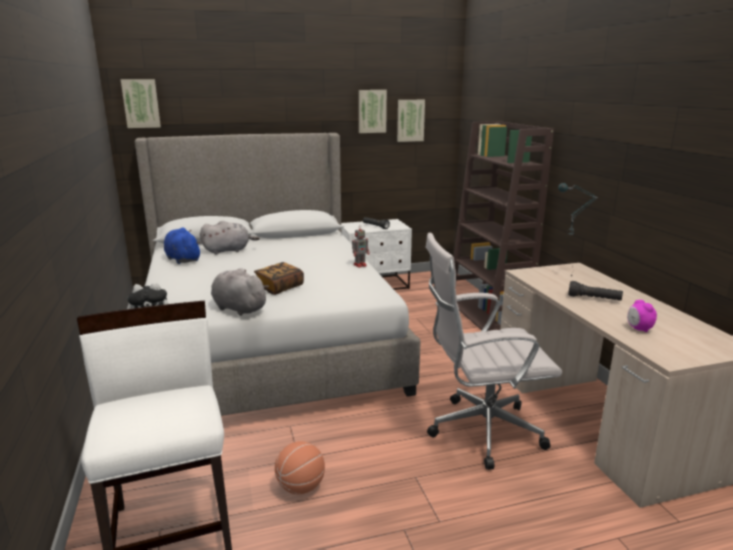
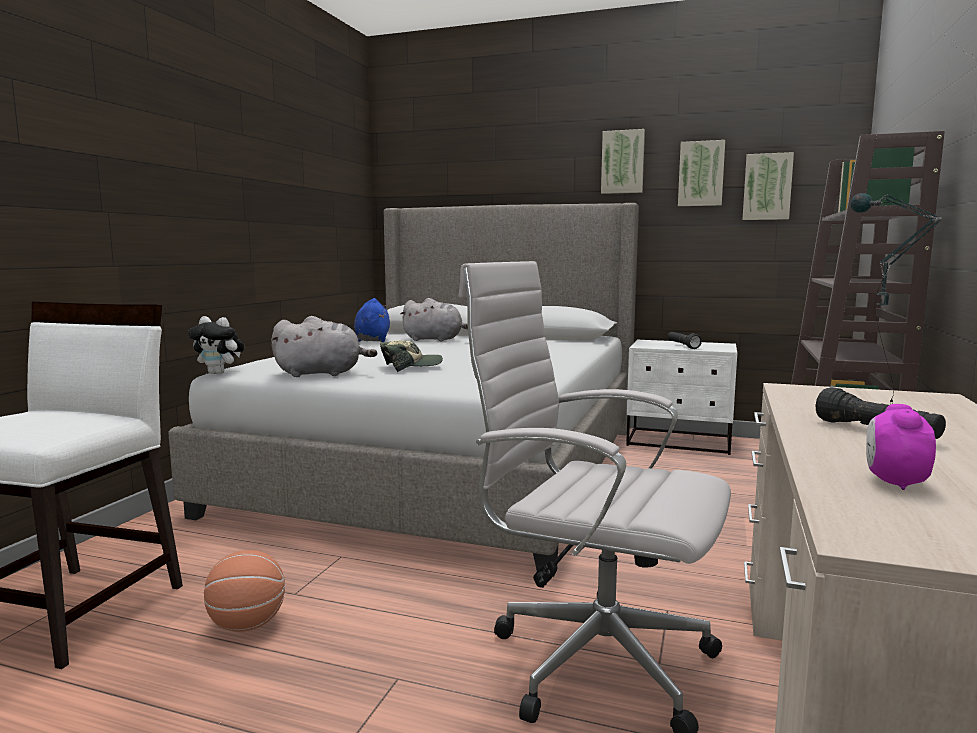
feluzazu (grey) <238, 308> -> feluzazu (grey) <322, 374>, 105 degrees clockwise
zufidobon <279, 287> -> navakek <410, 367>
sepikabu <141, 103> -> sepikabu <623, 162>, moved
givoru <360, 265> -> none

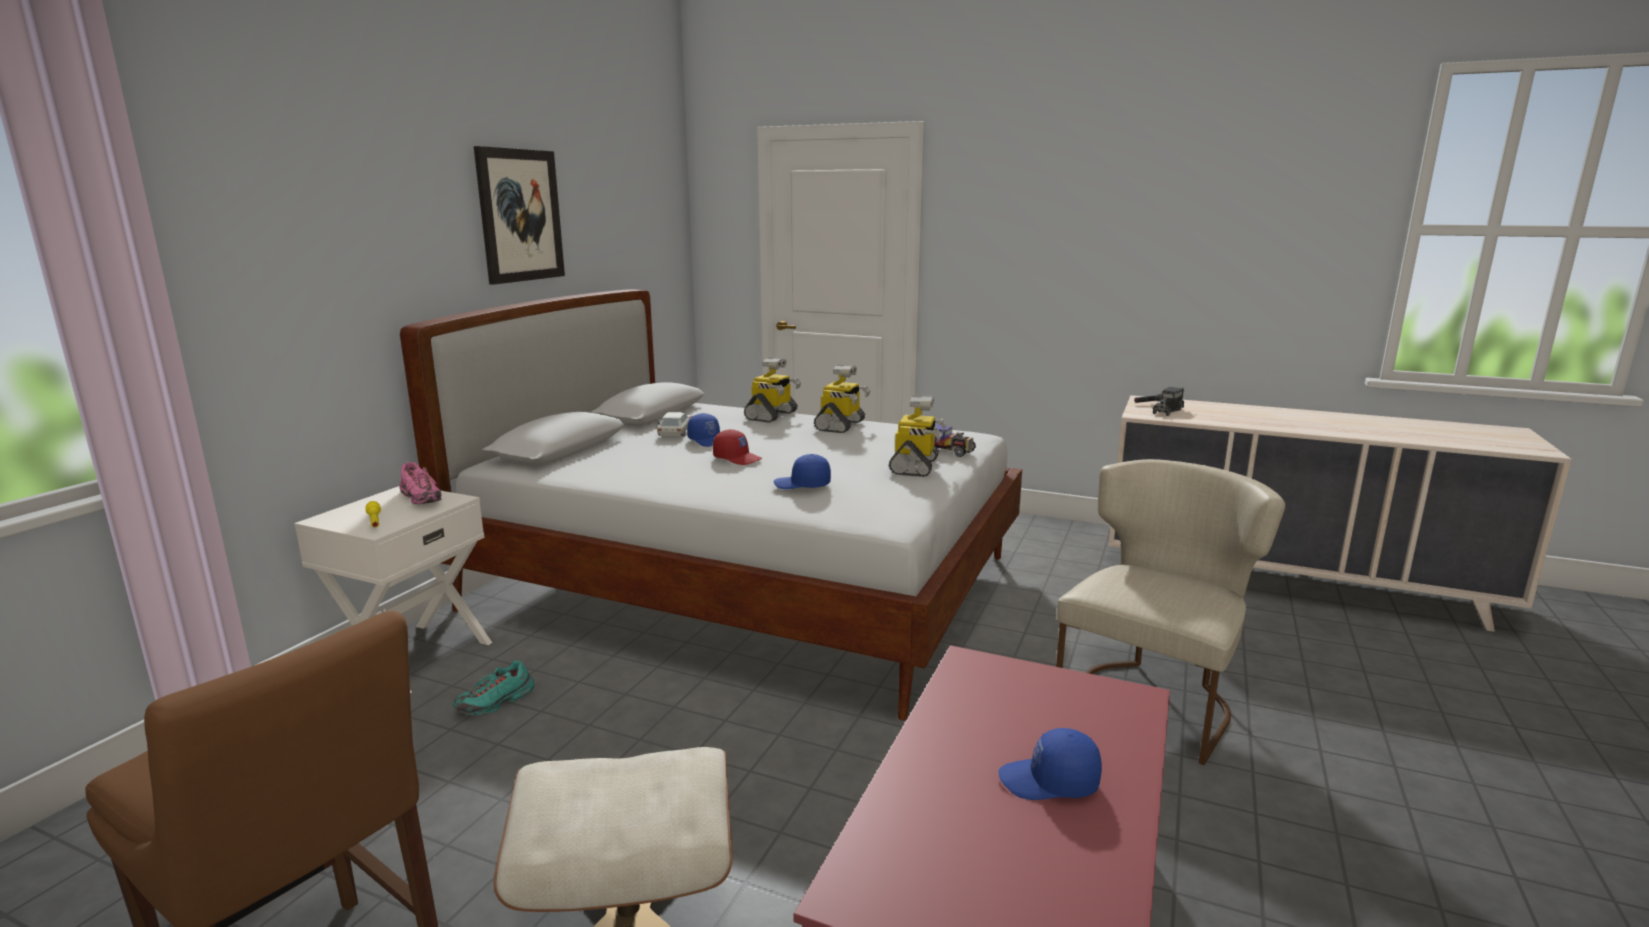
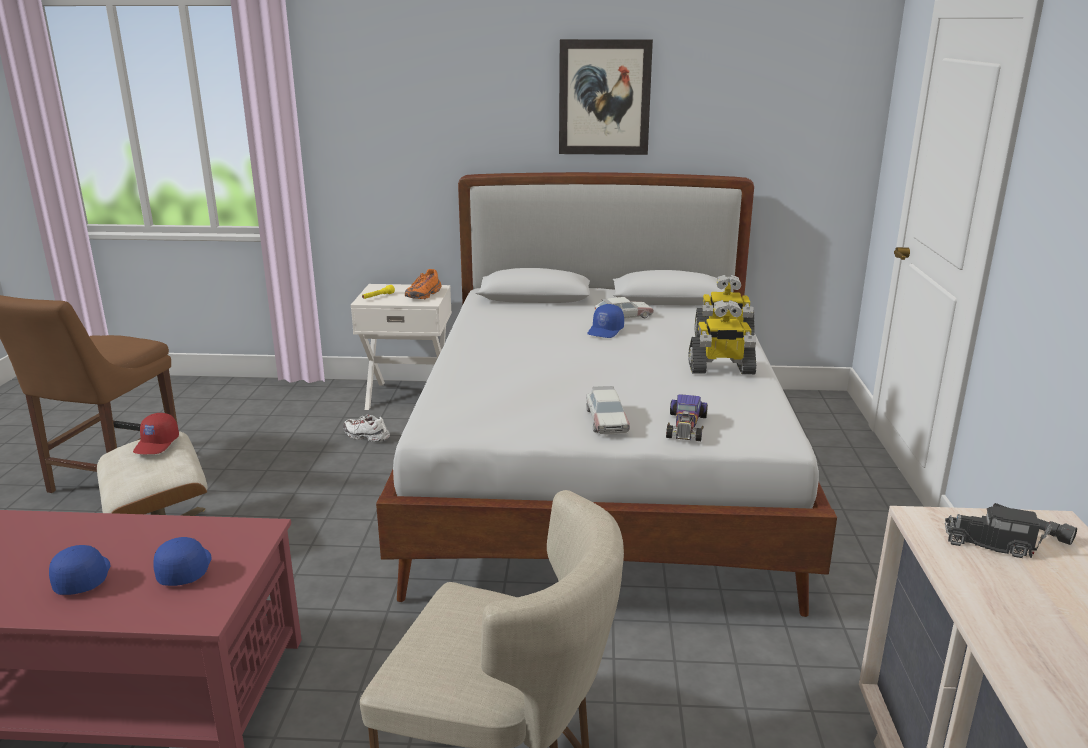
navakek (red) <738, 458> -> navakek (red) <157, 444>, moved
navakek (blue) <802, 485> -> navakek (blue) <184, 569>, moved
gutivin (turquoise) <496, 702> -> gutivin (white) <366, 436>
gutivin (pink) <421, 499> -> gutivin (orange) <423, 295>
givoru <915, 466> -> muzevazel <606, 420>

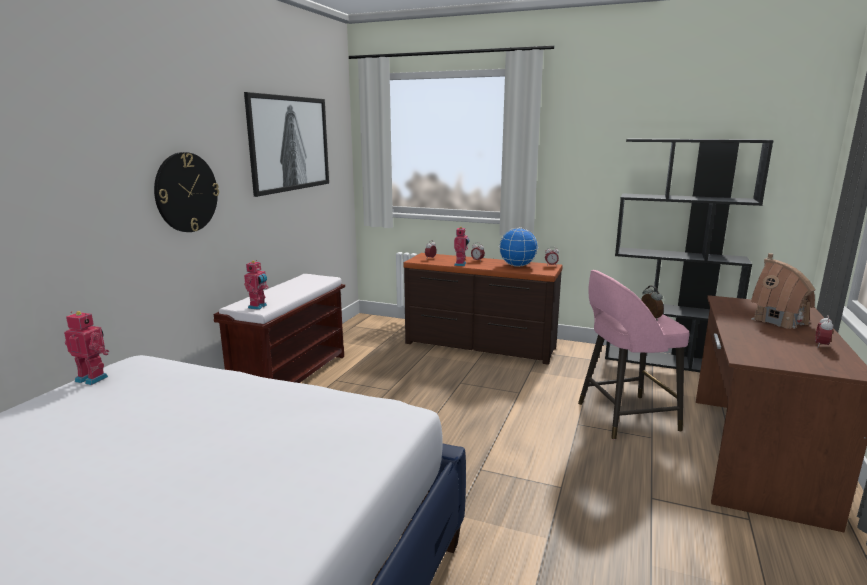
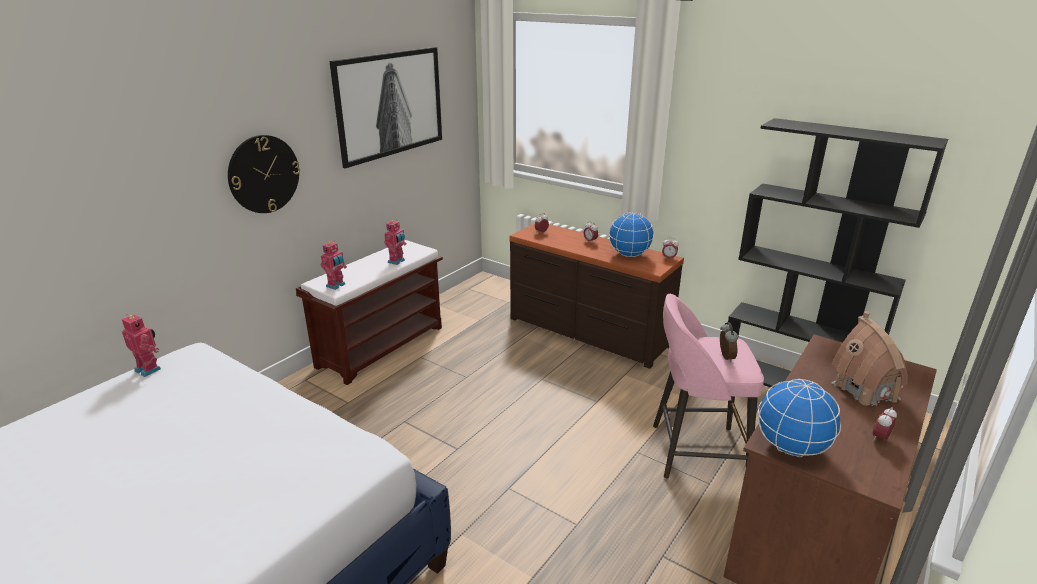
givoru <461, 264> -> givoru <397, 261>, moved
none -> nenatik <791, 448>

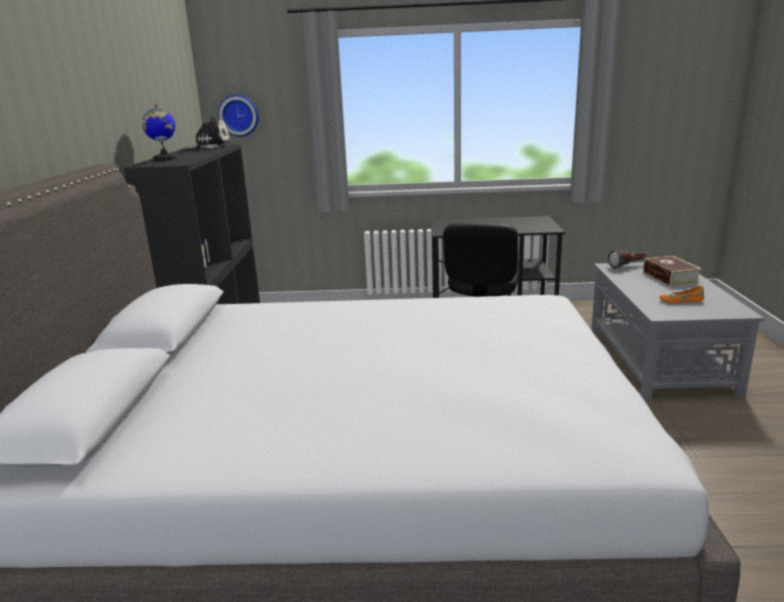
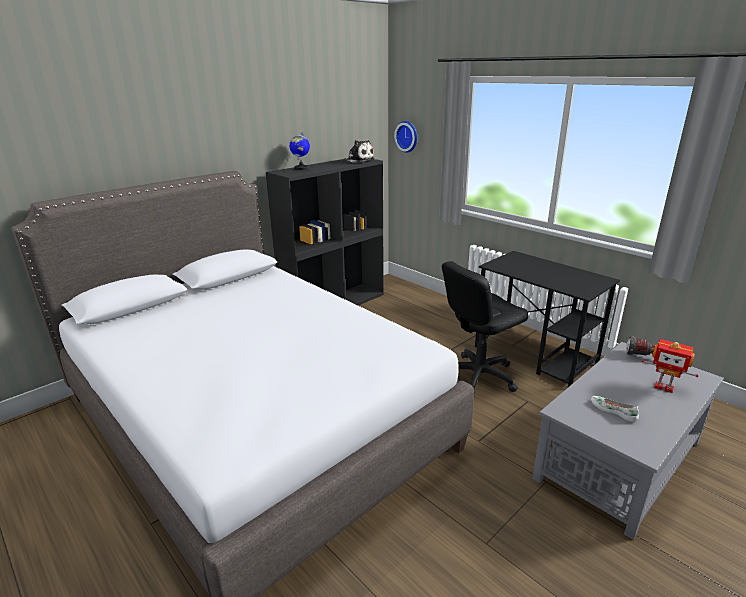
gutivin (orange) <680, 300> -> gutivin (white) <613, 410>
zufidobon <670, 277> -> givoru <663, 387>

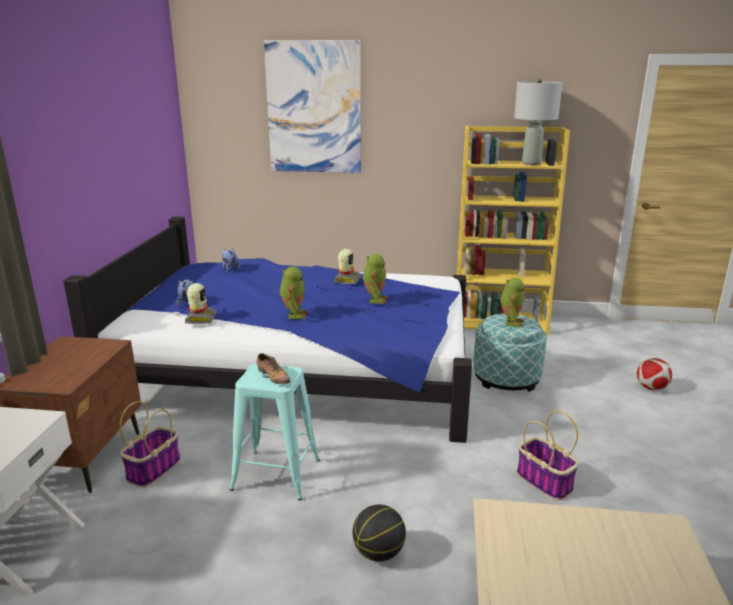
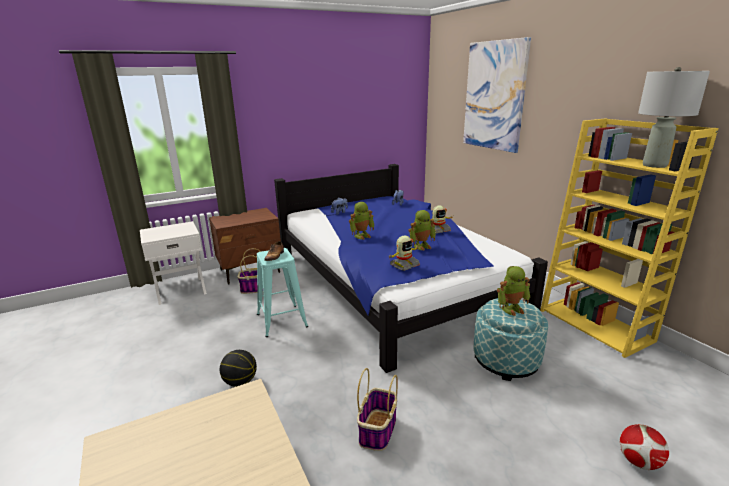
givoru <200, 319> -> givoru <404, 265>, moved

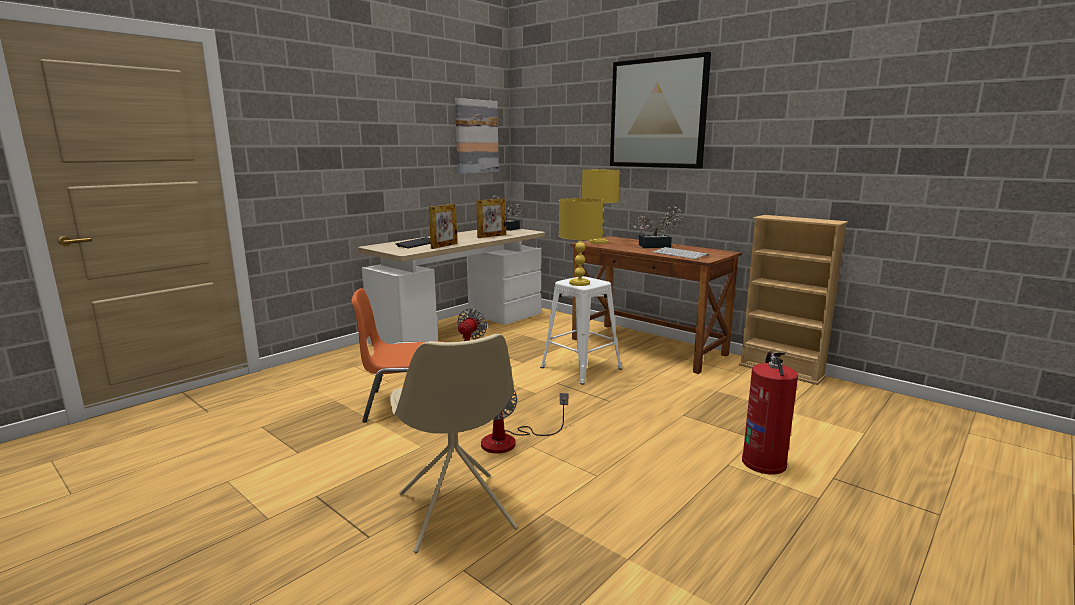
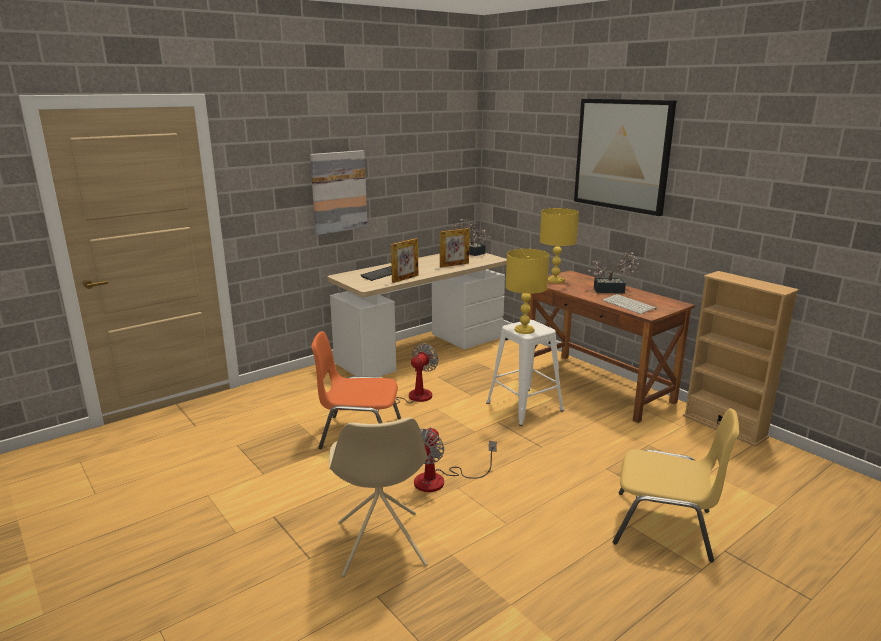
sepikabu <476, 137> -> sepikabu <338, 192>, moved
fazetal <763, 462> -> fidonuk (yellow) <664, 527>

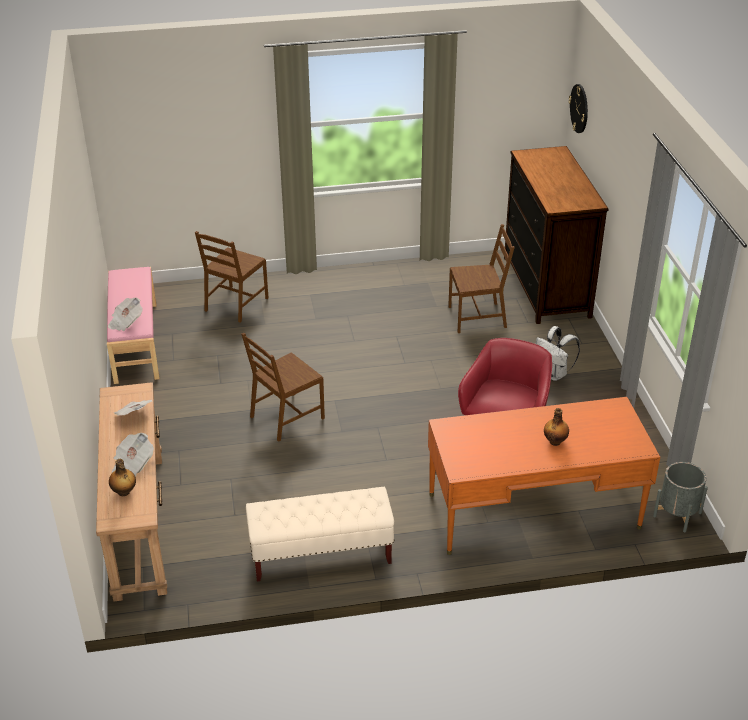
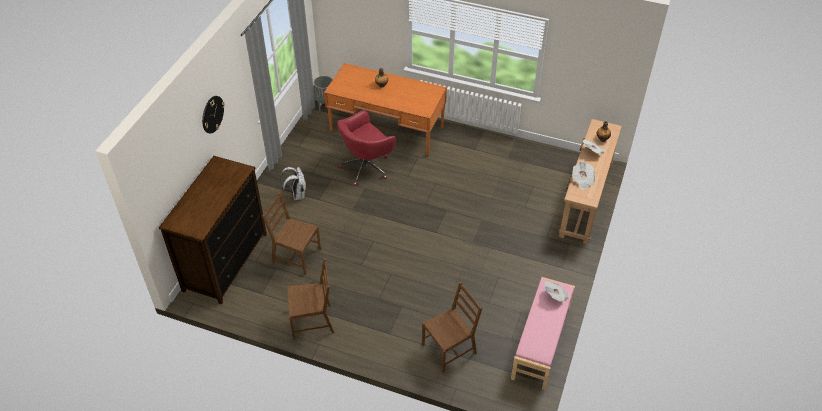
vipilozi <579, 108> -> vipilozi <212, 114>, moved
fidonuk (brown) <286, 417> -> fidonuk (brown) <312, 321>, moved
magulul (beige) <321, 555> -> none

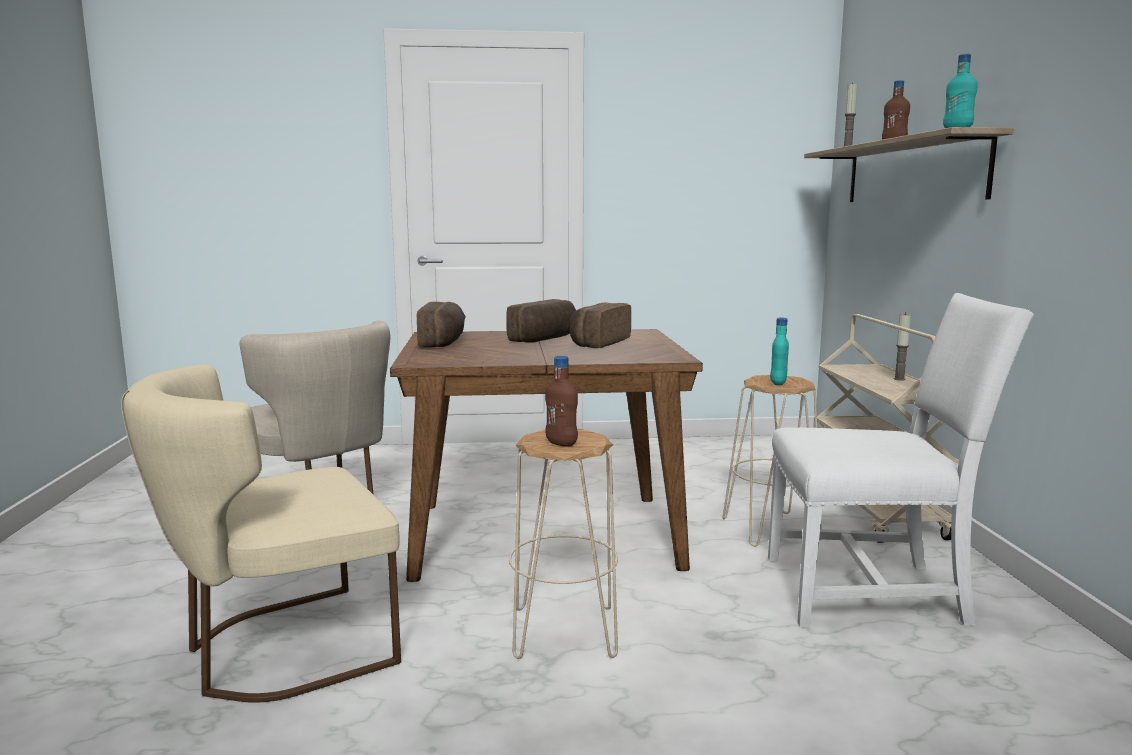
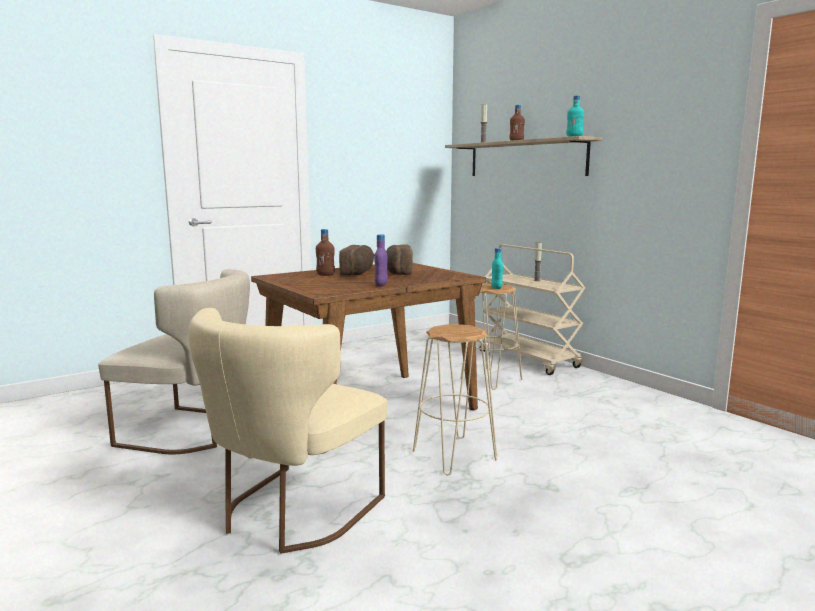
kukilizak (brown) <561, 443> -> kukilizak (brown) <325, 275>, moved
none -> kukilizak (purple) <381, 285>
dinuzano <444, 342> -> none
fidonuk (white) <870, 591> -> none

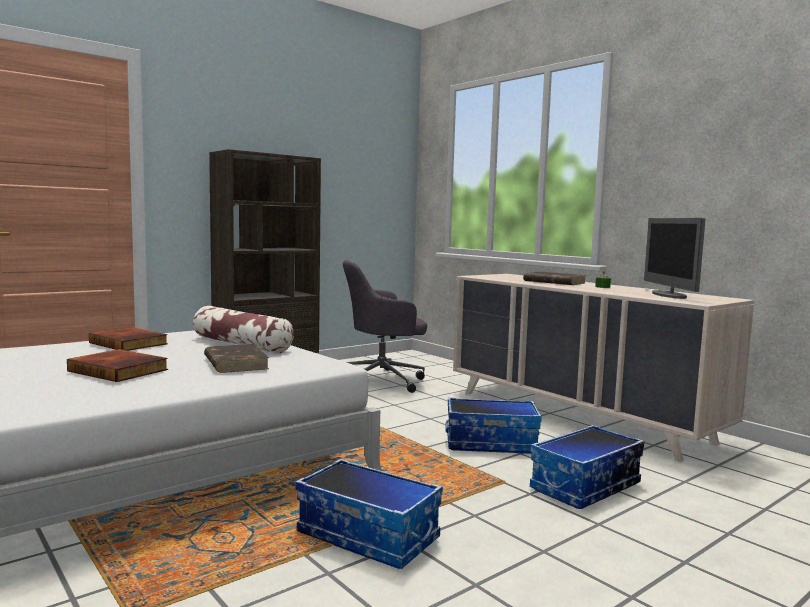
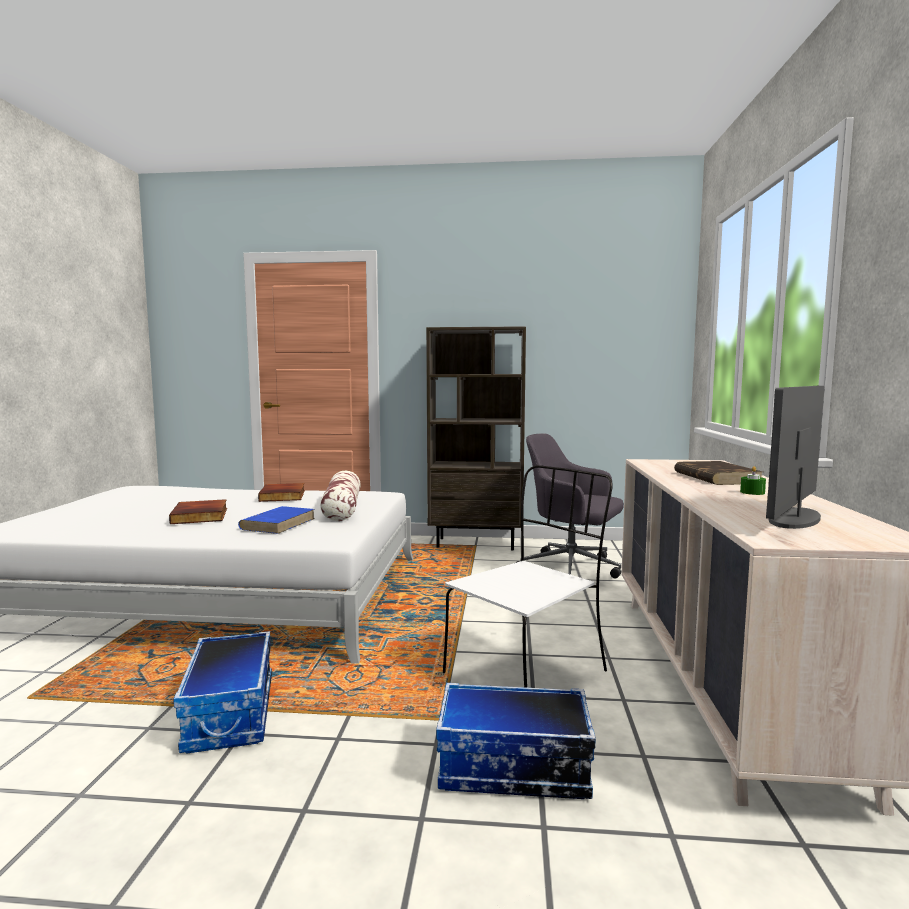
zufidobon (brown) <235, 363> -> zufidobon (blue) <278, 523>
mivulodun <491, 443> -> fidonuk (white) <528, 671>

